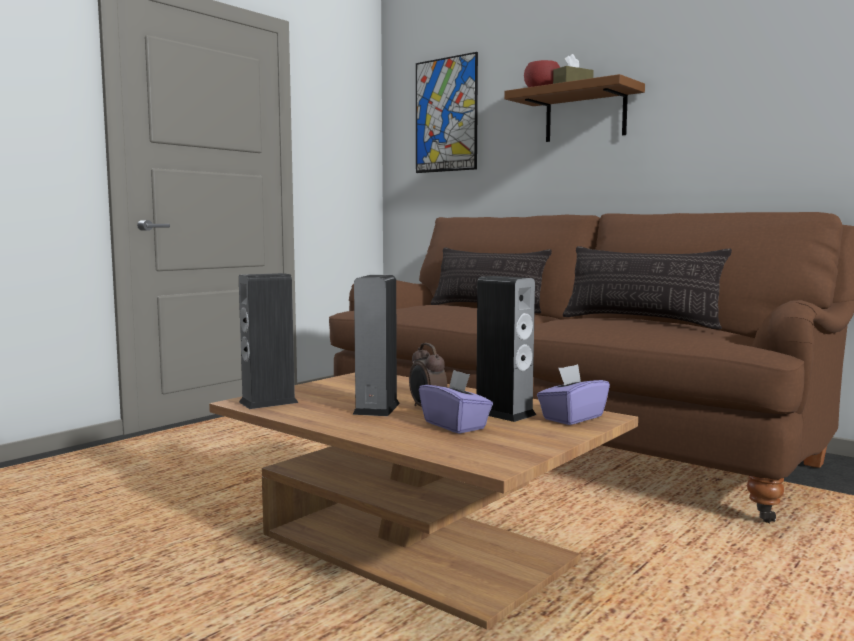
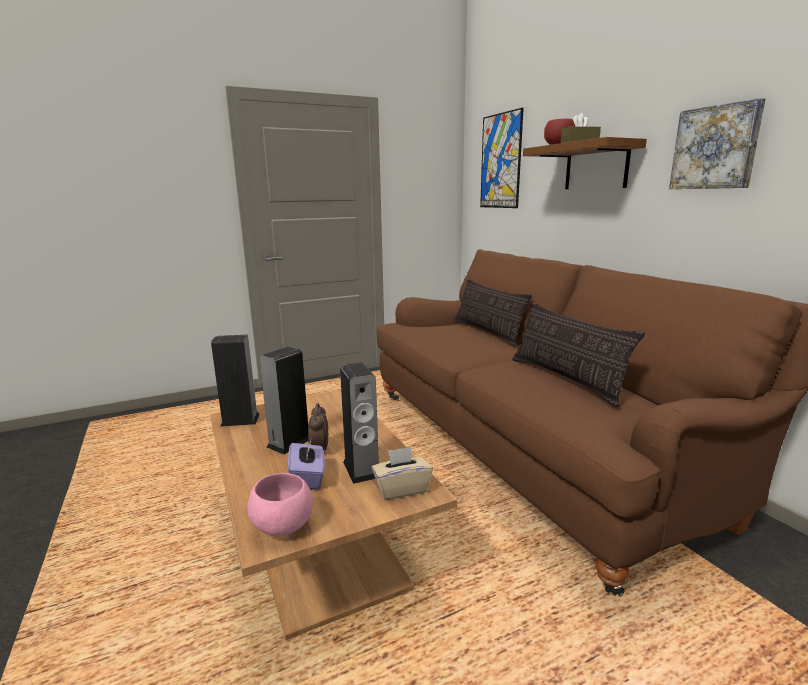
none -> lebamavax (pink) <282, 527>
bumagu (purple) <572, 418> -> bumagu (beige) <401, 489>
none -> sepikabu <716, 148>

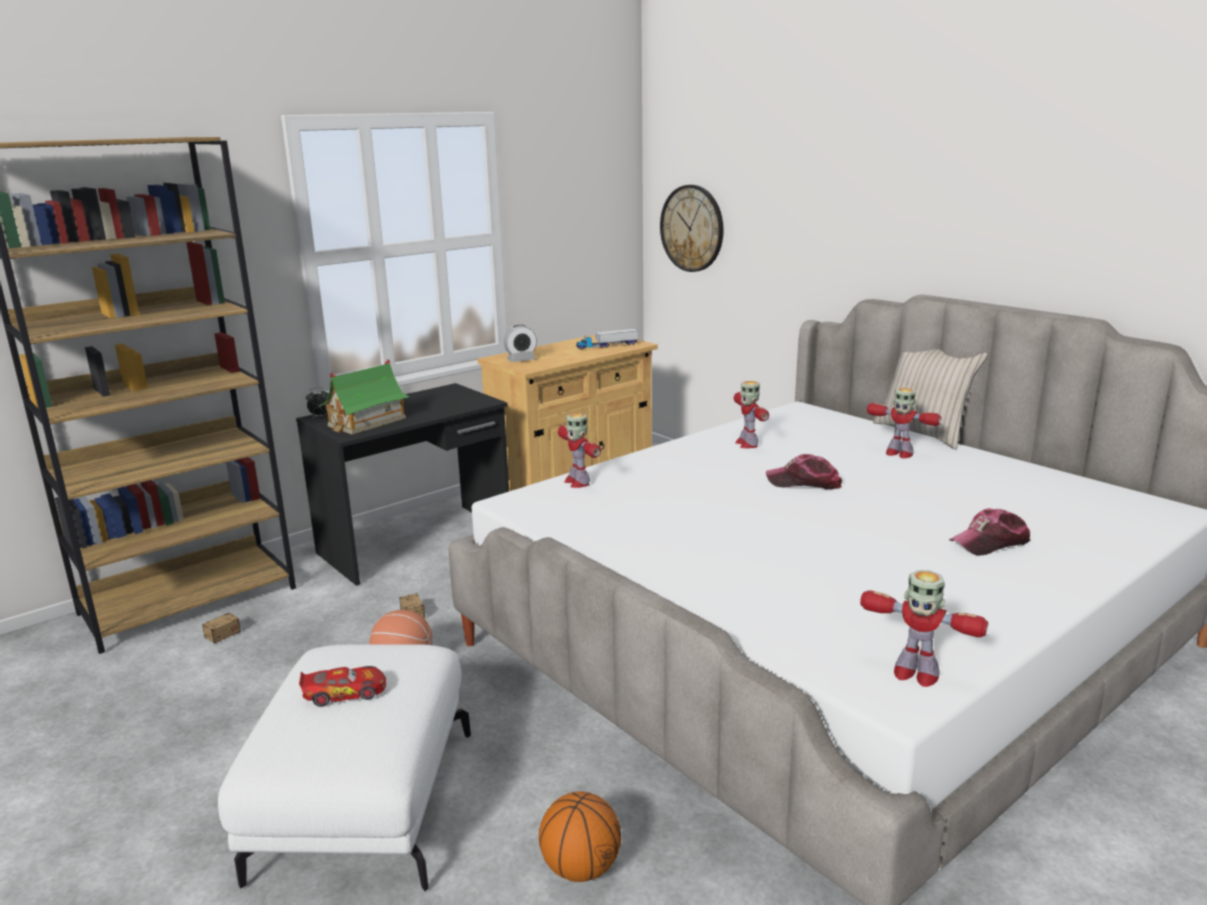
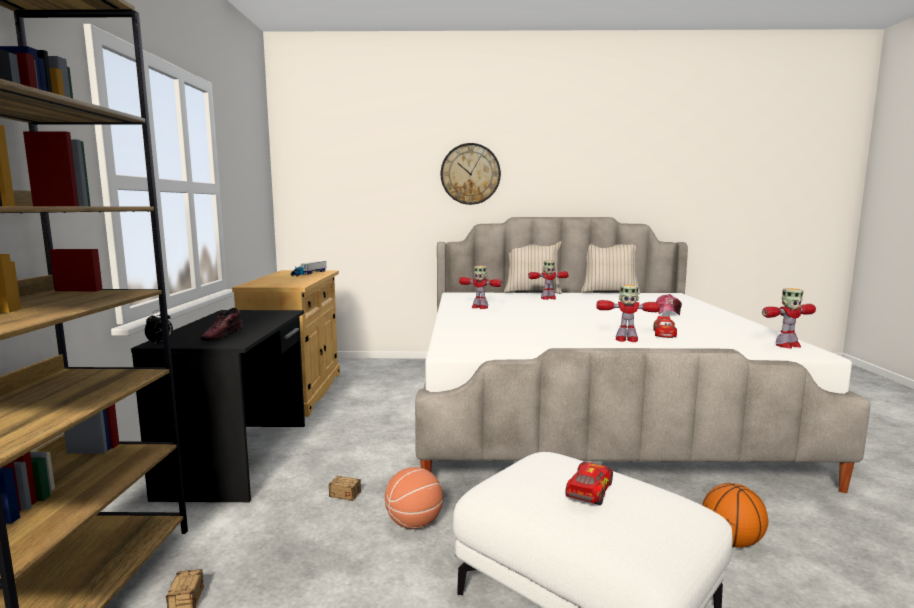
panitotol <366, 422> -> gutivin <223, 336>
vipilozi <692, 228> -> vipilozi <470, 174>, moved
none -> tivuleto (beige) <609, 292>
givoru <577, 482> -> givoru <626, 339>, moved
none -> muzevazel <664, 333>
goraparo <521, 360> -> none
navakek <804, 483> -> none

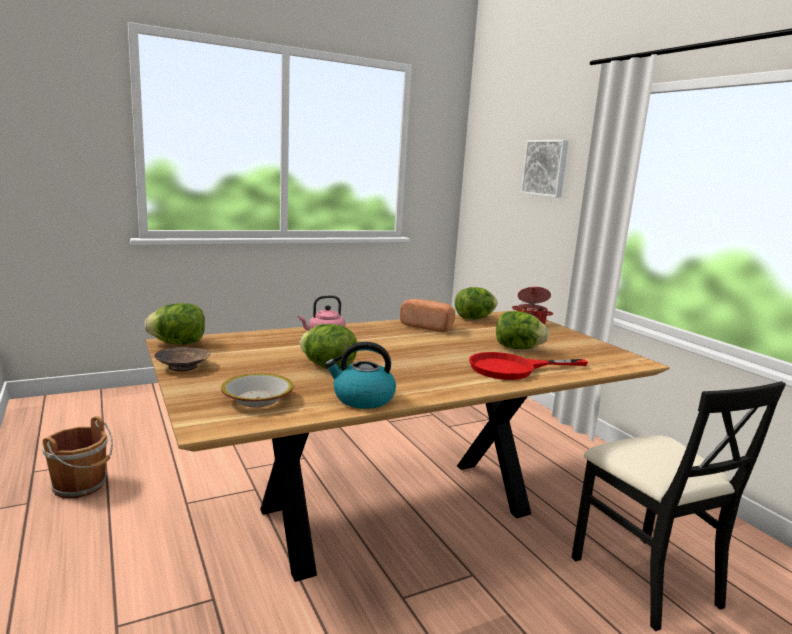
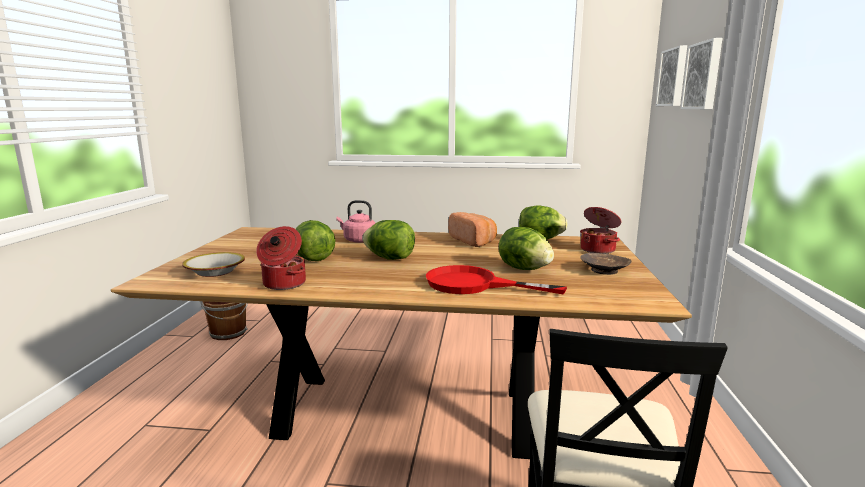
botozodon <362, 399> -> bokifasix <283, 284>
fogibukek <178, 343> -> fogibukek <390, 258>, moved
lebamavax (brown) <183, 366> -> lebamavax (brown) <604, 270>, moved
none -> sepikabu <673, 77>

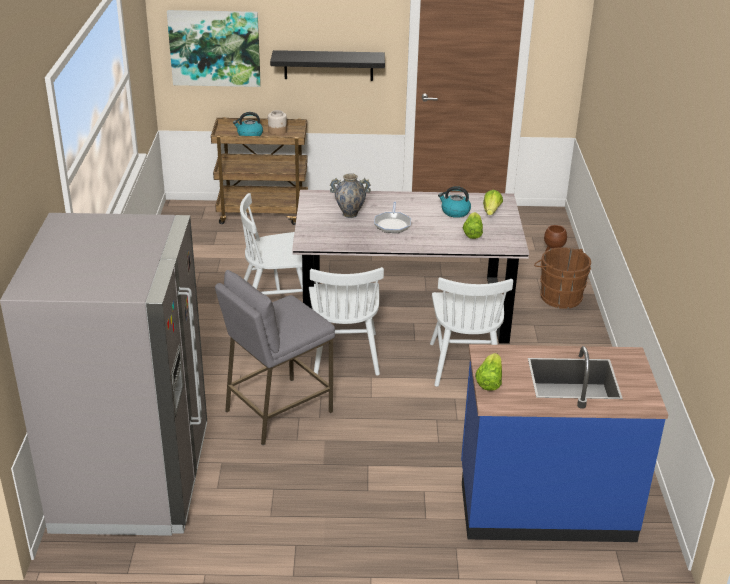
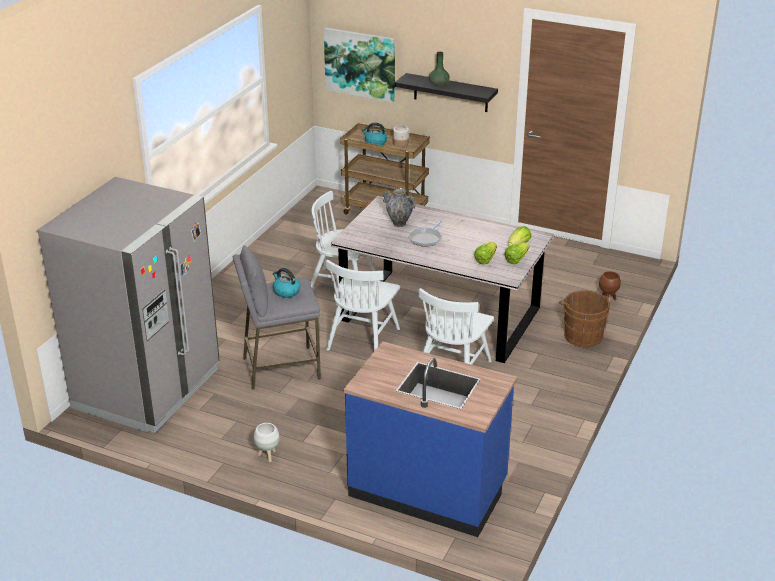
none -> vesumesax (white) <267, 456>
botozodon <455, 212> -> botozodon <286, 291>, moved
none -> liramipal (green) <439, 84>
fogibukek <489, 381> -> fogibukek <516, 259>, moved

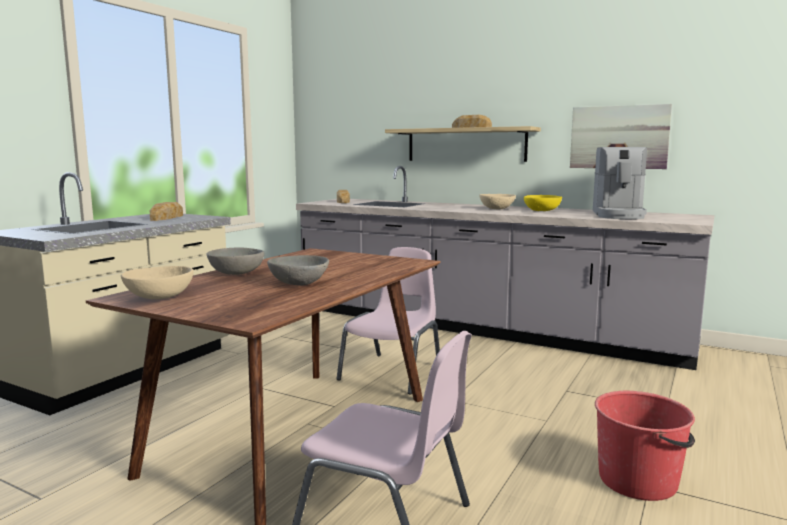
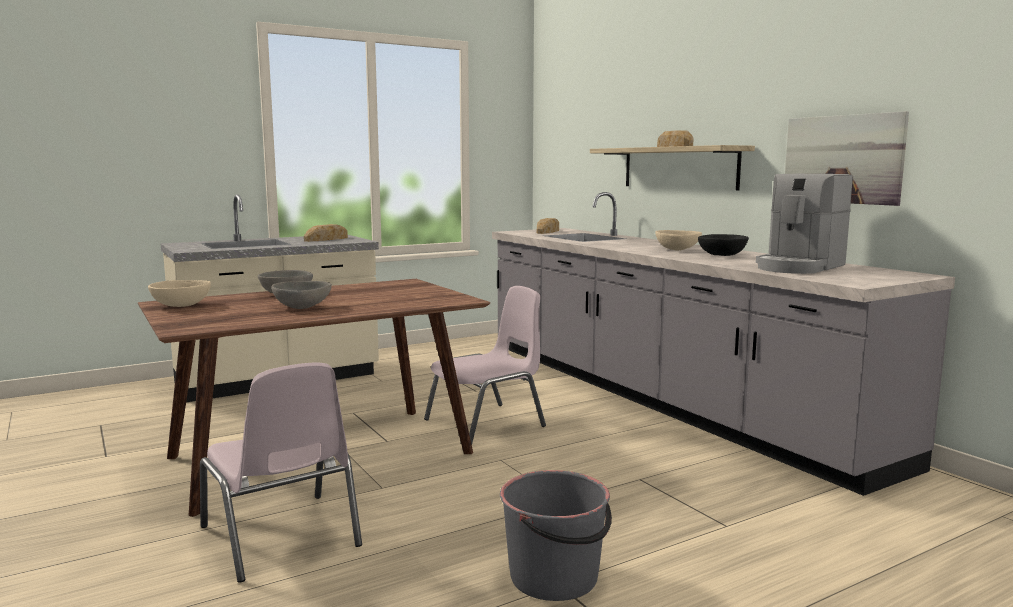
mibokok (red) <639, 480> -> mibokok (grey) <555, 578>
lebamavax (yellow) <541, 211> -> lebamavax (black) <721, 255>

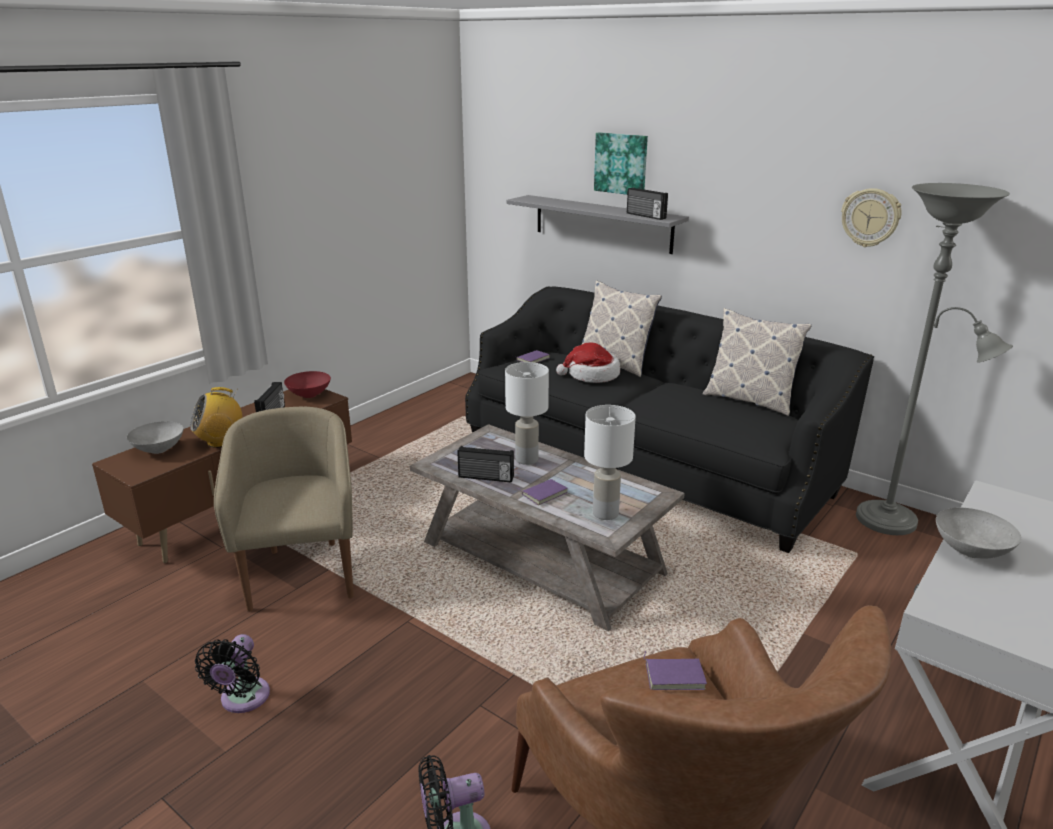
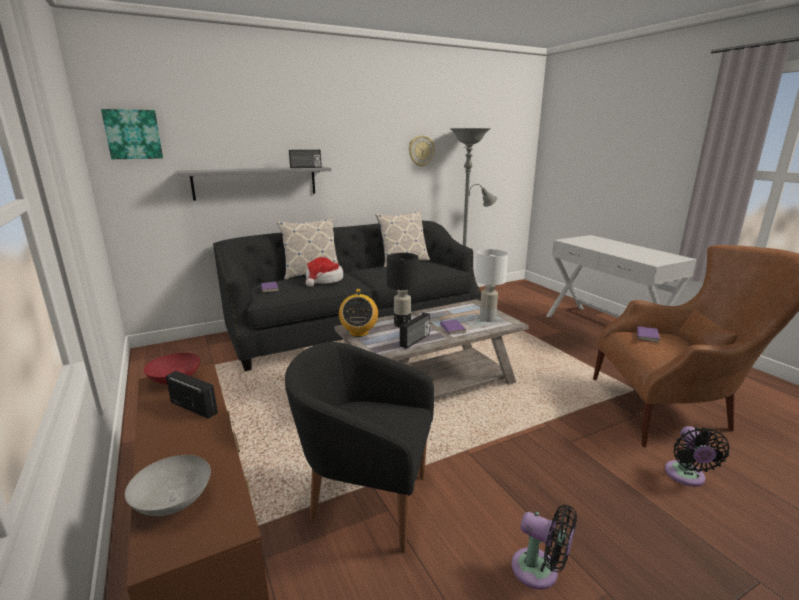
sepikabu <621, 163> -> sepikabu <133, 134>, moved
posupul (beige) <302, 573> -> posupul (black) <366, 502>
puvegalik <220, 441> -> puvegalik <359, 333>, moved
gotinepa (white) <526, 459> -> gotinepa (black) <402, 324>
lebamavax (grey) <971, 552> -> none

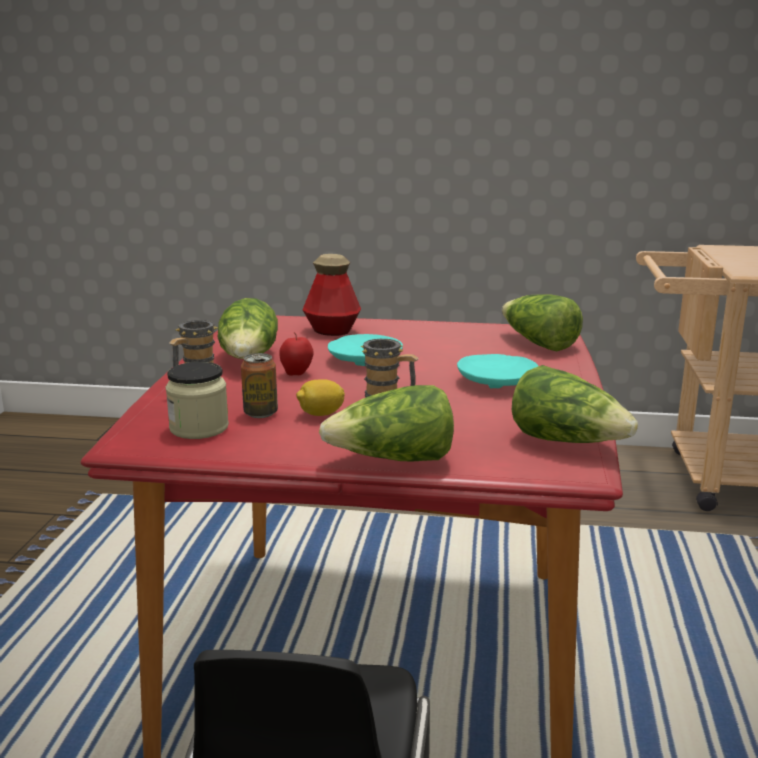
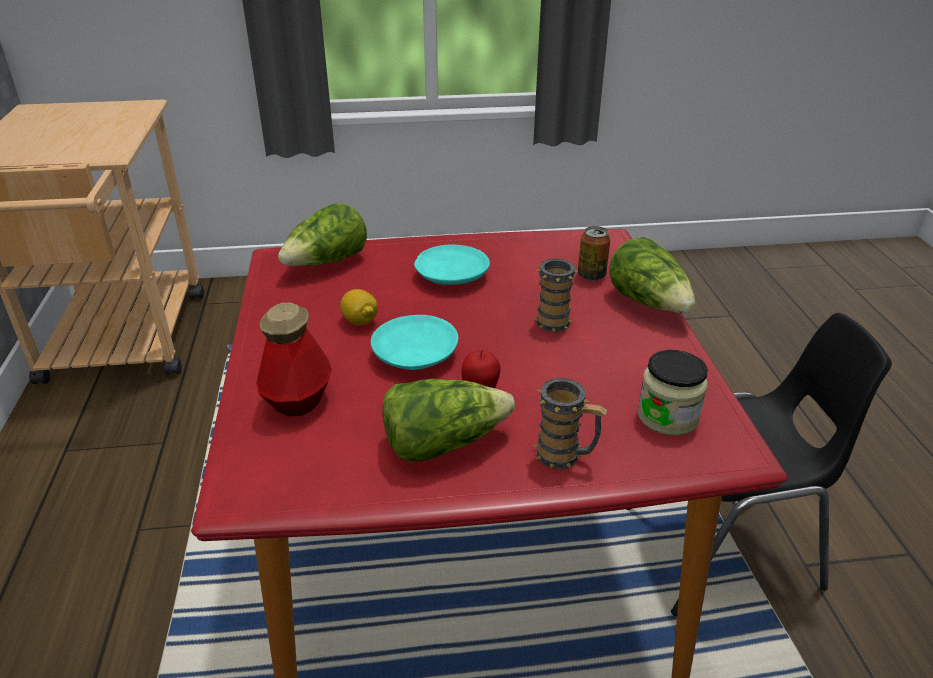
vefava <320, 414> -> vefava <360, 321>, moved
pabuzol <260, 413> -> pabuzol <591, 275>, moved
fogibukek <567, 442> -> none

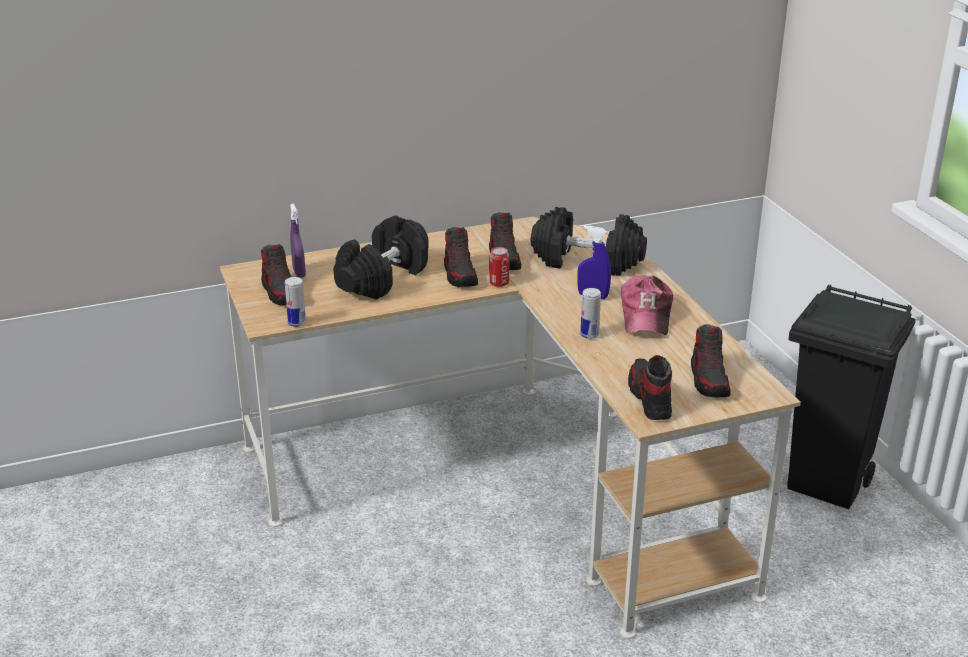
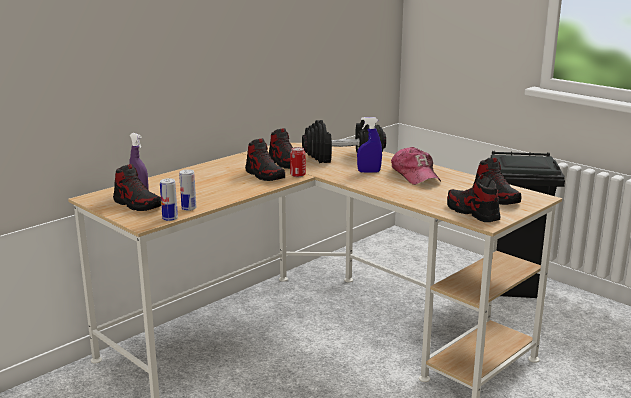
pabuzol <589, 335> -> pabuzol <189, 208>, moved
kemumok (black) <382, 278> -> none

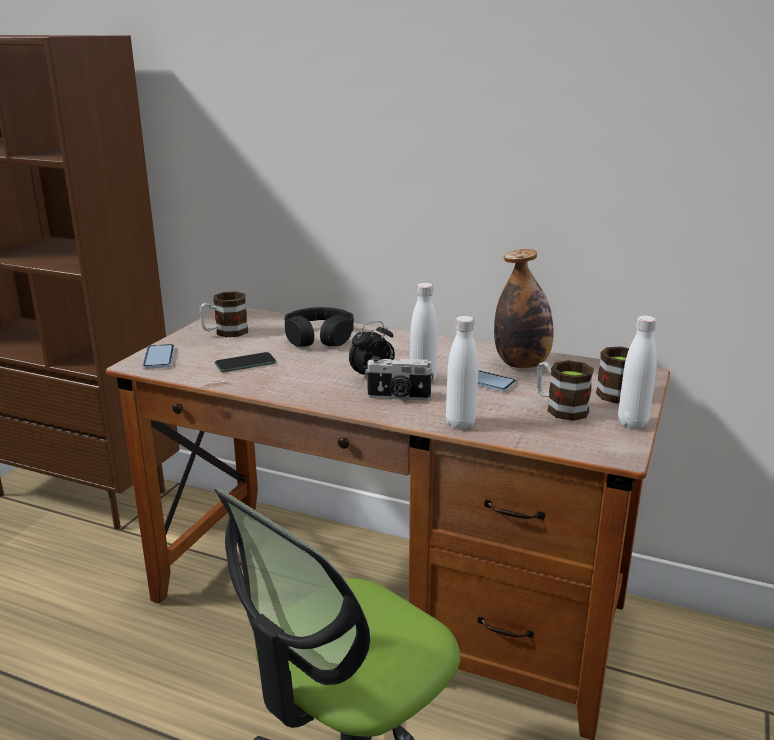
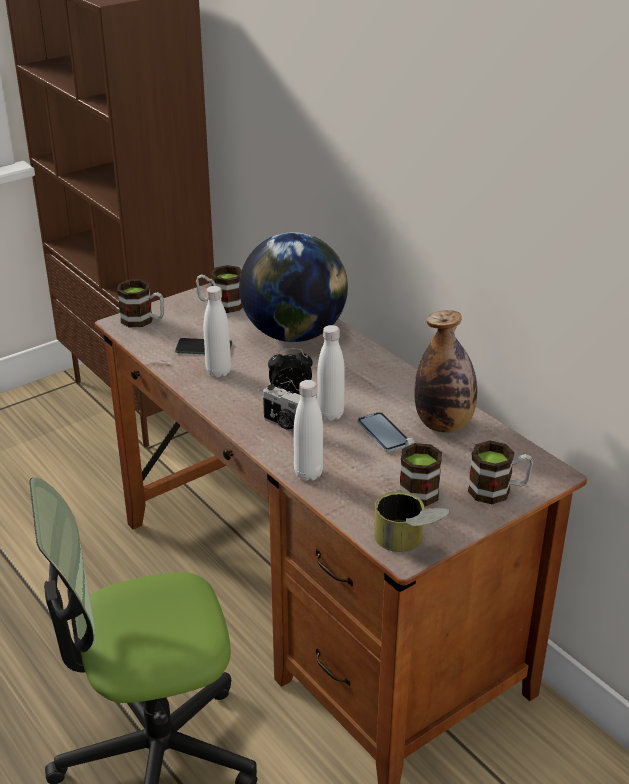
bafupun <159, 358> -> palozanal <143, 320>
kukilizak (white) <632, 423> -> kukilizak (white) <218, 372>, moved
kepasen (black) <319, 338> -> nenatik <294, 334>
none -> pabuzol <408, 543>

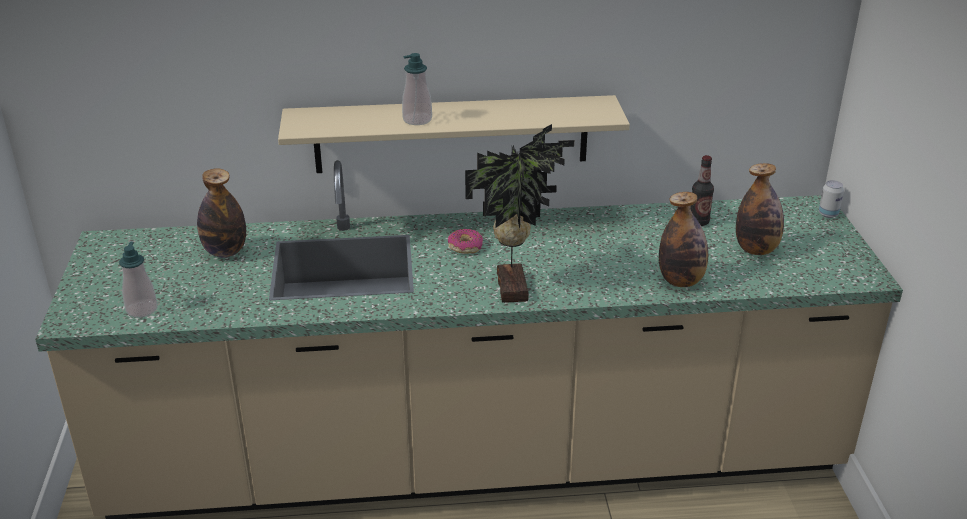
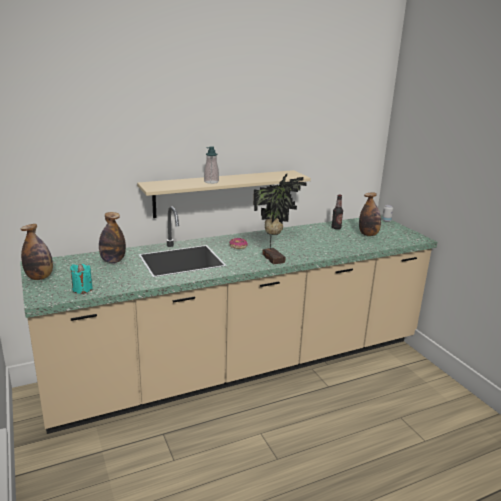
kukilizak <681, 281> -> kukilizak <40, 277>, moved
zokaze <142, 309> -> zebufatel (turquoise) <82, 289>

